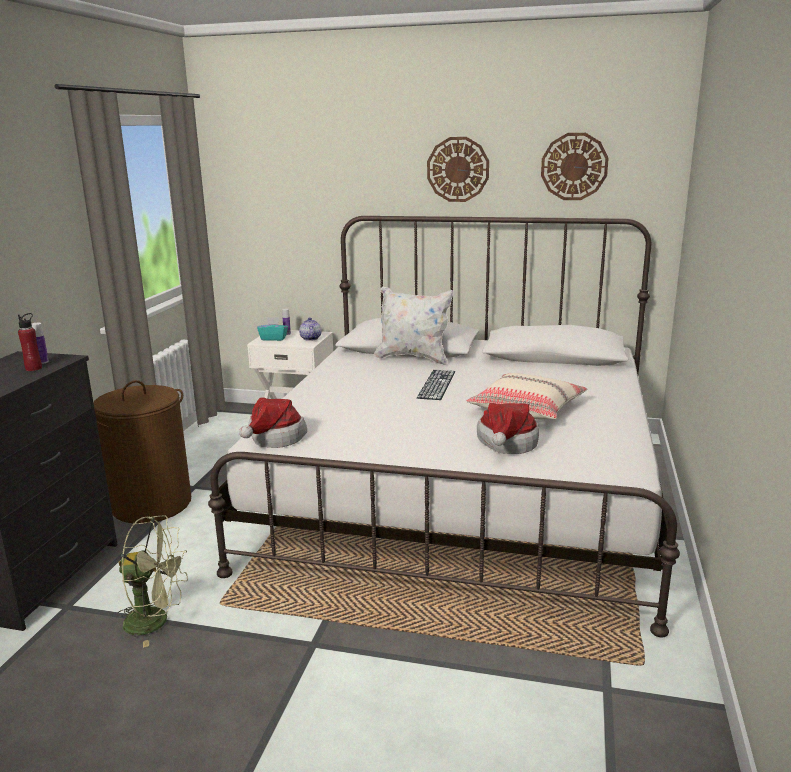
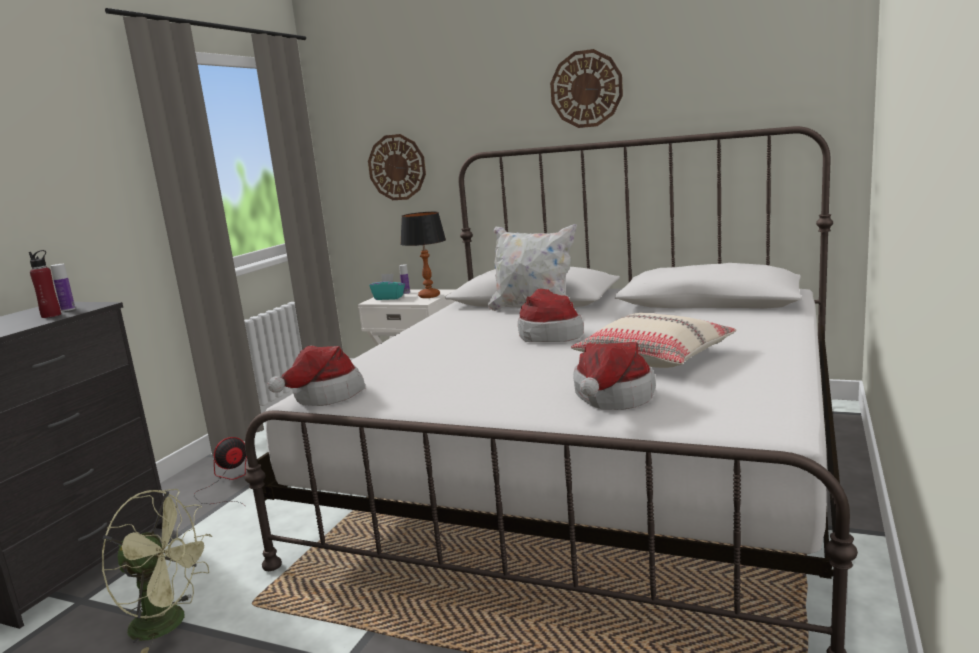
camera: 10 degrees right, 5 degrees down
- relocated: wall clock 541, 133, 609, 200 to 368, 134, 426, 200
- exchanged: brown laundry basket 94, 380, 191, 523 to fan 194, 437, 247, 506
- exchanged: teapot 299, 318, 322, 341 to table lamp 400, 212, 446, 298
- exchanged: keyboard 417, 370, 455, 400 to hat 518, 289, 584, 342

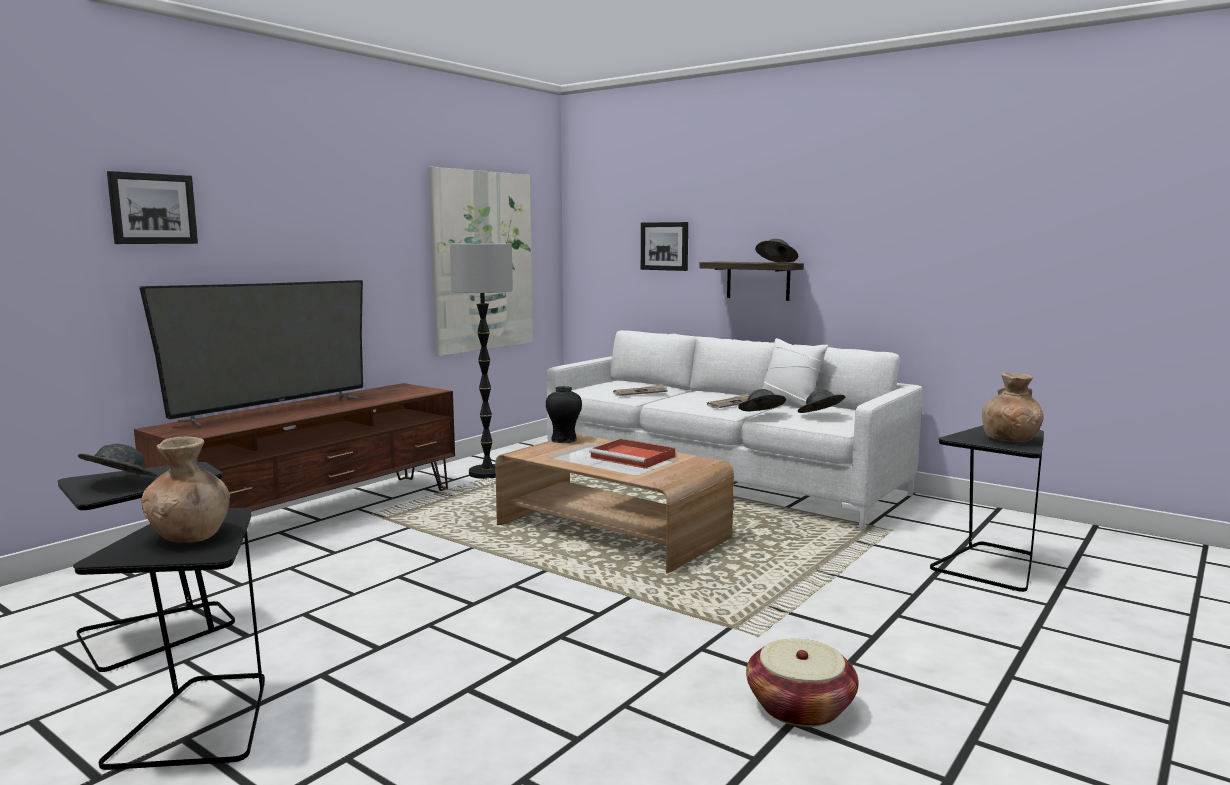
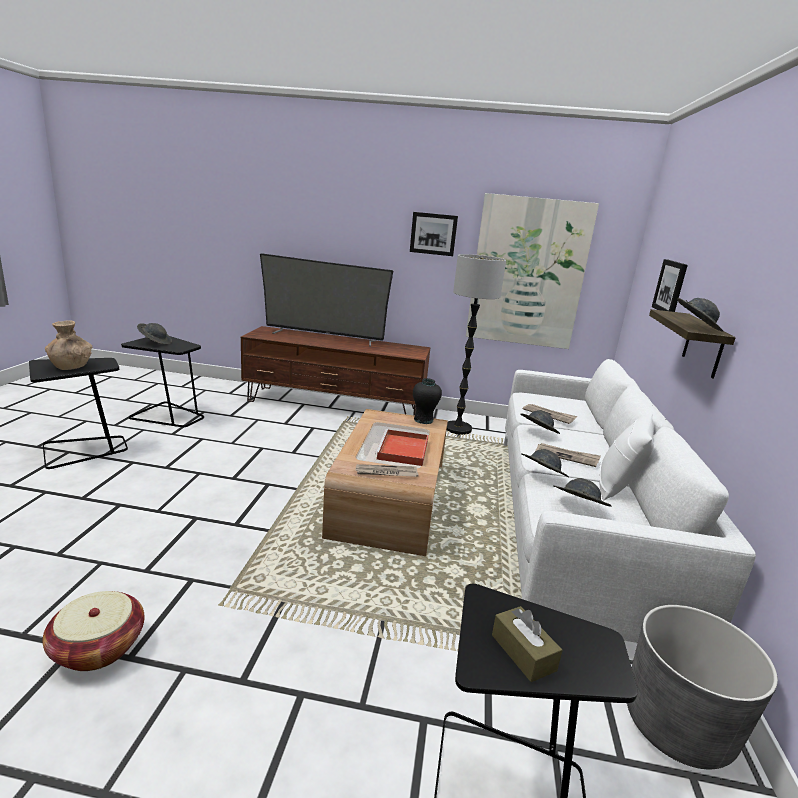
camera: 60 degrees right, 10 degrees up
- appeared: newspaper 355, 464, 418, 477
- appeared: grey hat 520, 410, 560, 434
- appeared: grey planter 627, 605, 778, 769
- relocated: picture 107, 171, 198, 244 to 410, 212, 458, 256
- exchanged: brown vase 982, 373, 1044, 442 to brown tissue box 492, 606, 563, 682

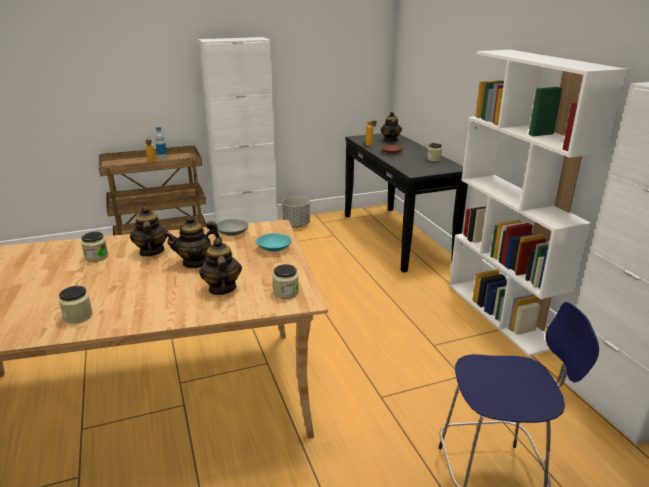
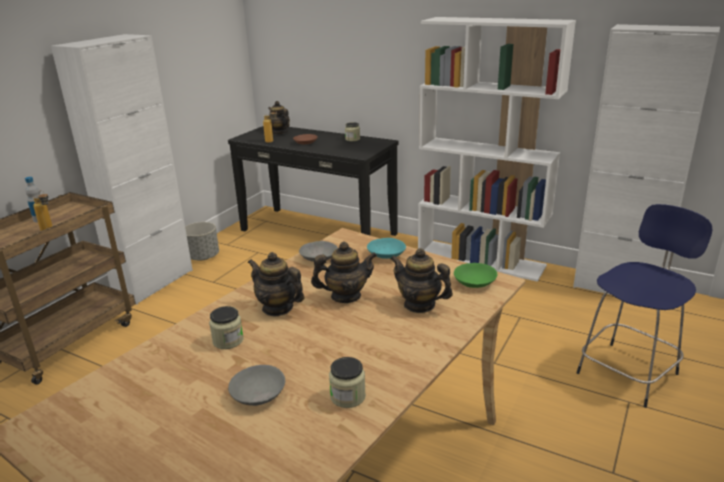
camera: 40 degrees left, 0 degrees up
- appeared: grey bowl 228, 365, 285, 406
- exchanged: jar 273, 264, 299, 299 to green bowl 454, 263, 497, 288
- spun: teapot 163, 216, 222, 268 = 311, 241, 377, 303 135 degrees counterclockwise

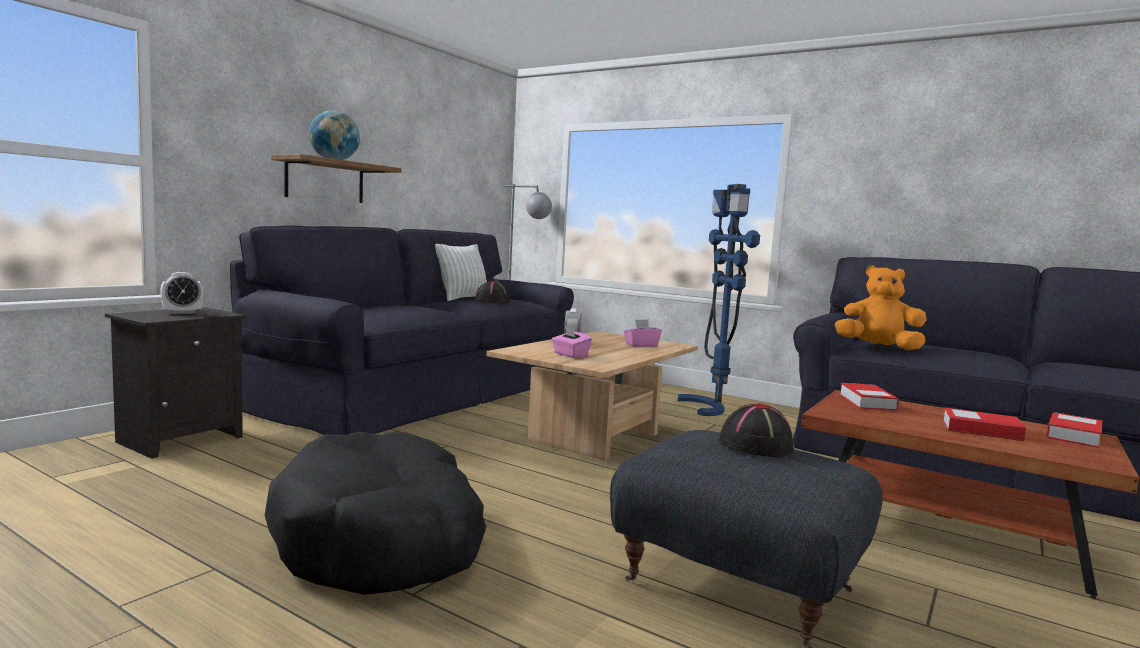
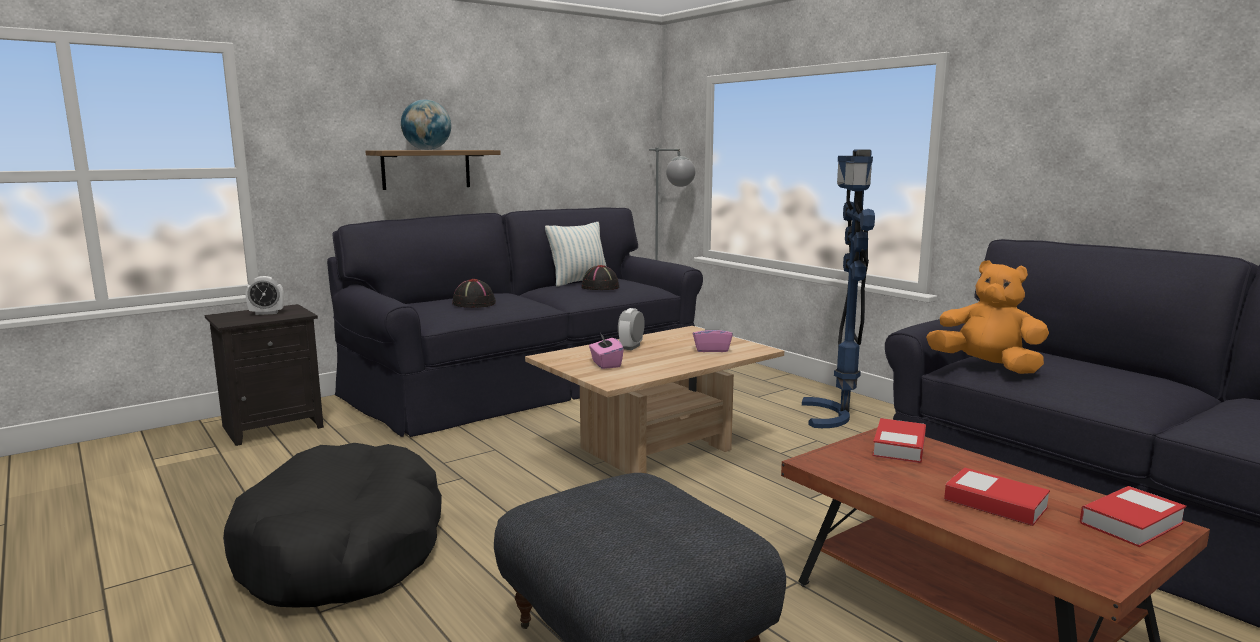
camera: 20 degrees right, 5 degrees up
- relocated: black hat 719, 403, 794, 457 to 452, 279, 496, 308

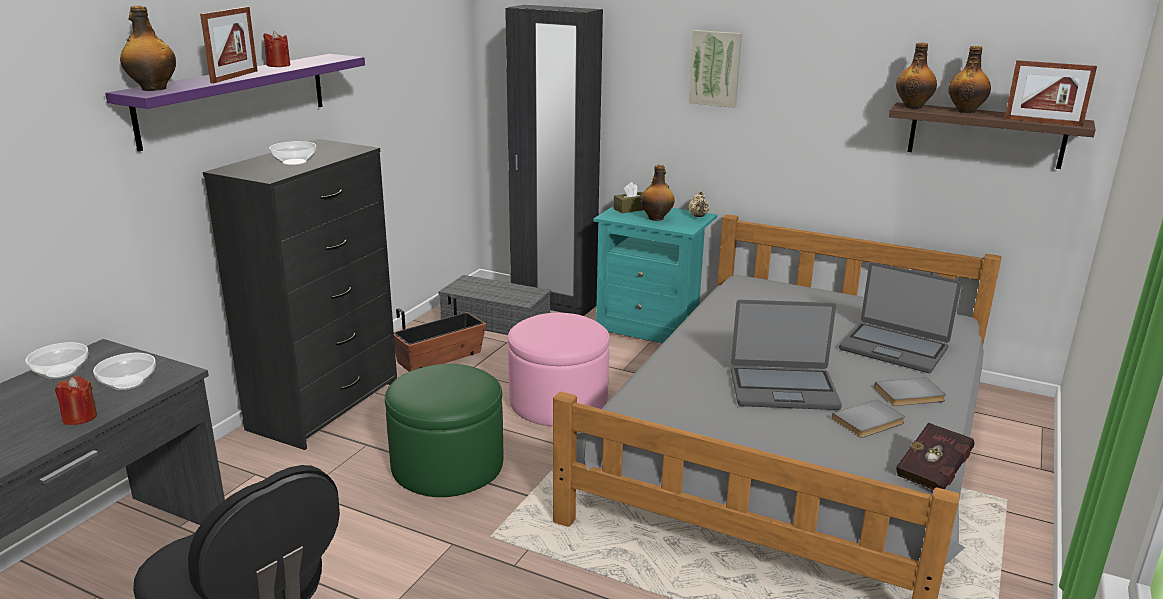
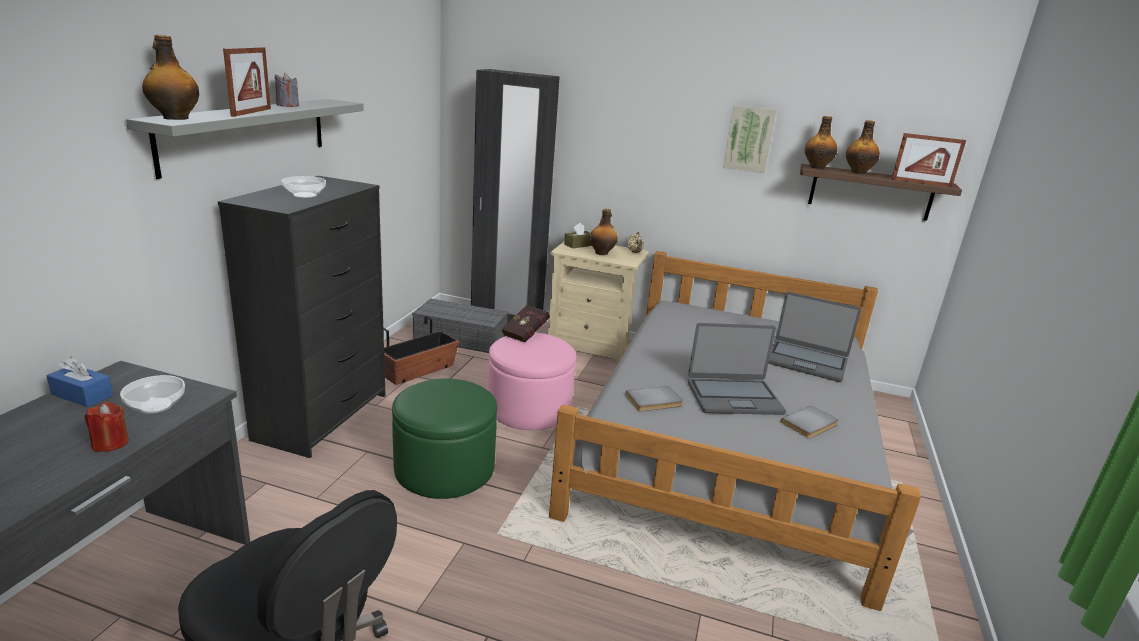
camera: 10 degrees left, 0 degrees up
- relocated: picture 689, 30, 742, 108 to 723, 105, 777, 173
- relocated: grey book 874, 378, 946, 406 to 625, 386, 683, 411
- relocated: red book 896, 423, 975, 490 to 501, 305, 550, 343
- exchanged: bowl 25, 342, 89, 379 to blue tissue box 47, 357, 113, 407
- colour: purple shelf 105, 54, 365, 152 to grey shelf 126, 99, 364, 179
- colour: red candle 263, 31, 290, 67 to grey candle 275, 73, 299, 107
- colour: turquoise nightstand 594, 206, 717, 343 to beige nightstand 548, 242, 649, 363

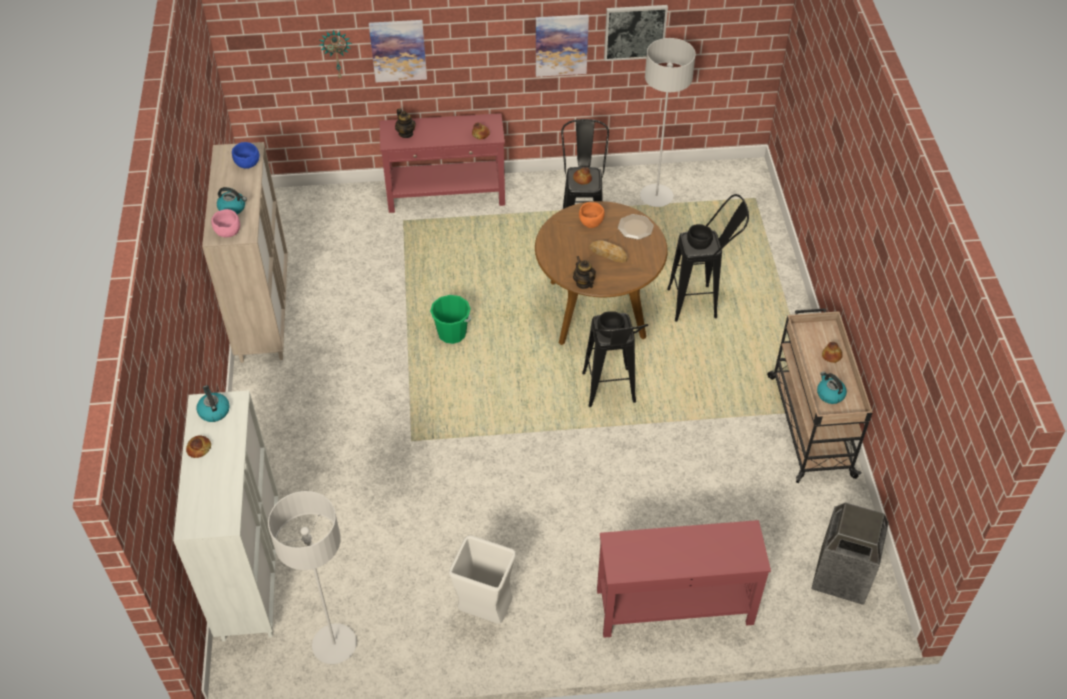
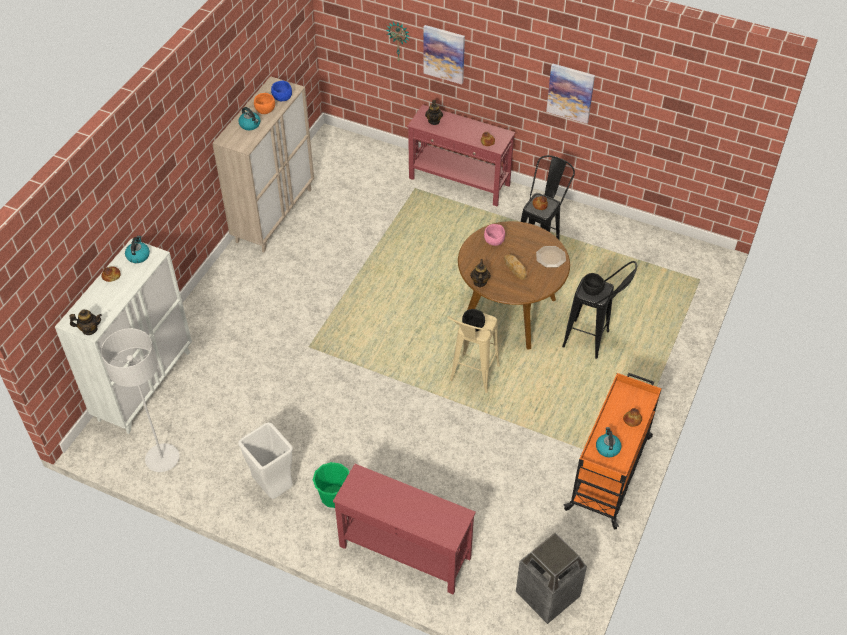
camera: 30 degrees right, 0 degrees up
- missing: picture 604, 5, 668, 61
- missing: grey floor lamp 640, 38, 696, 207
- appeared: teapot 69, 310, 102, 335
- relocated: pink bowl 211, 209, 240, 237 to 484, 224, 505, 246
- relocated: green bucket 430, 295, 471, 344 to 313, 462, 350, 508
- relocated: orange bowl 579, 202, 605, 228 to 254, 93, 275, 114
- colour: black stool 582, 313, 648, 407 to beige stool 447, 313, 500, 393
- colour: beige cart 767, 308, 873, 483 to orange cart 563, 373, 662, 530

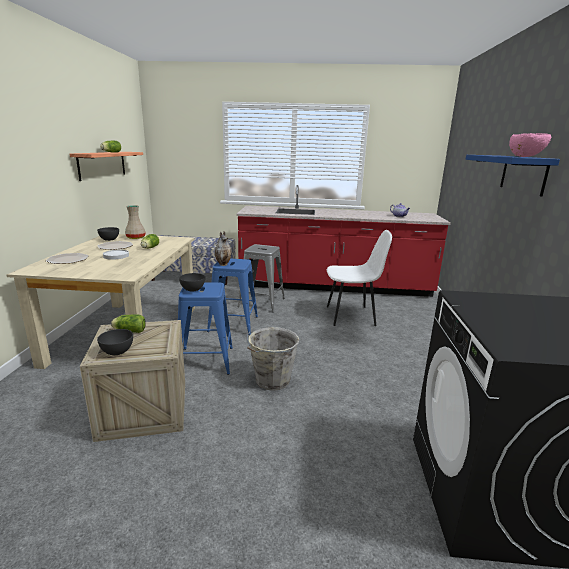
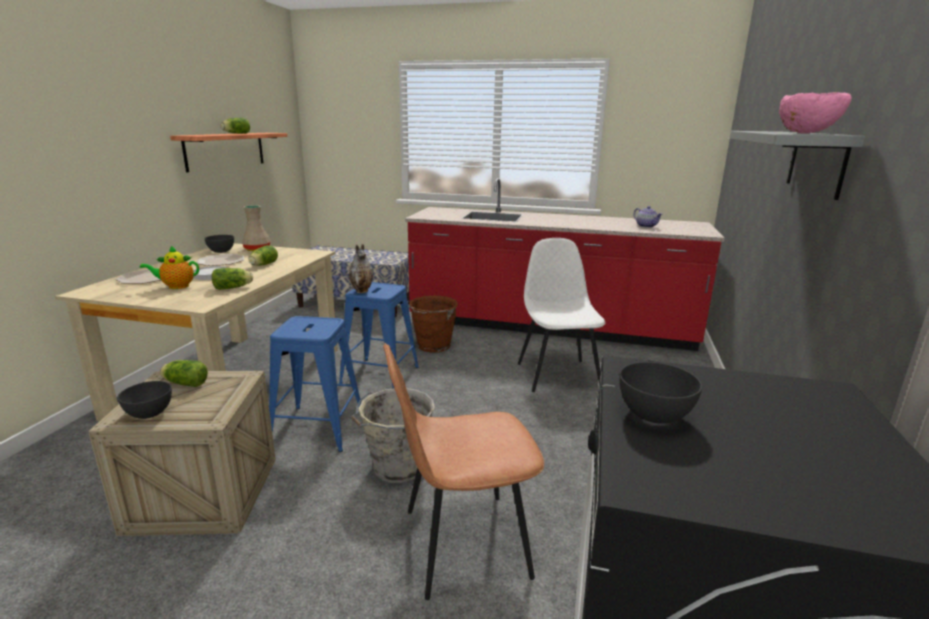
camera: 10 degrees right, 0 degrees up
- appeared: teapot 140, 245, 199, 289
- appeared: lettuce 212, 268, 253, 290
- appeared: brown chair 383, 343, 544, 600
- relocated: grey bowl 179, 273, 205, 292 to 619, 362, 702, 424
- exchanged: grey stool 237, 244, 285, 312 to brown bucket 408, 295, 458, 352
- colour: blue shelf 466, 155, 560, 197 to grey shelf 729, 131, 865, 200
- spun: white chair 327, 230, 392, 326 = 518, 238, 605, 392 105 degrees counterclockwise

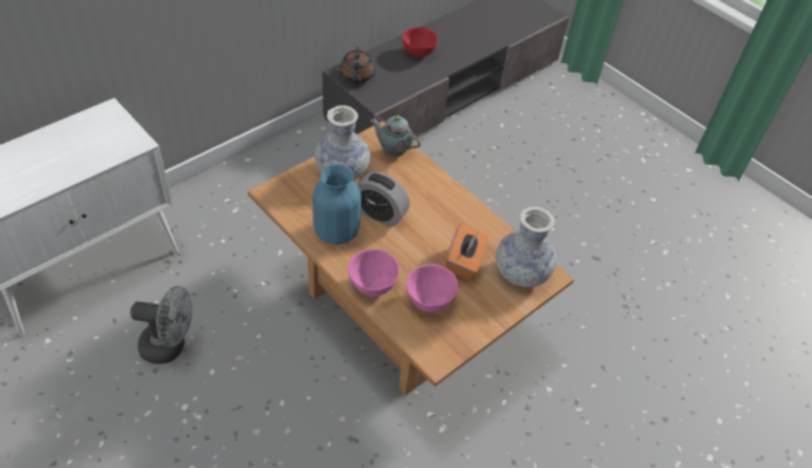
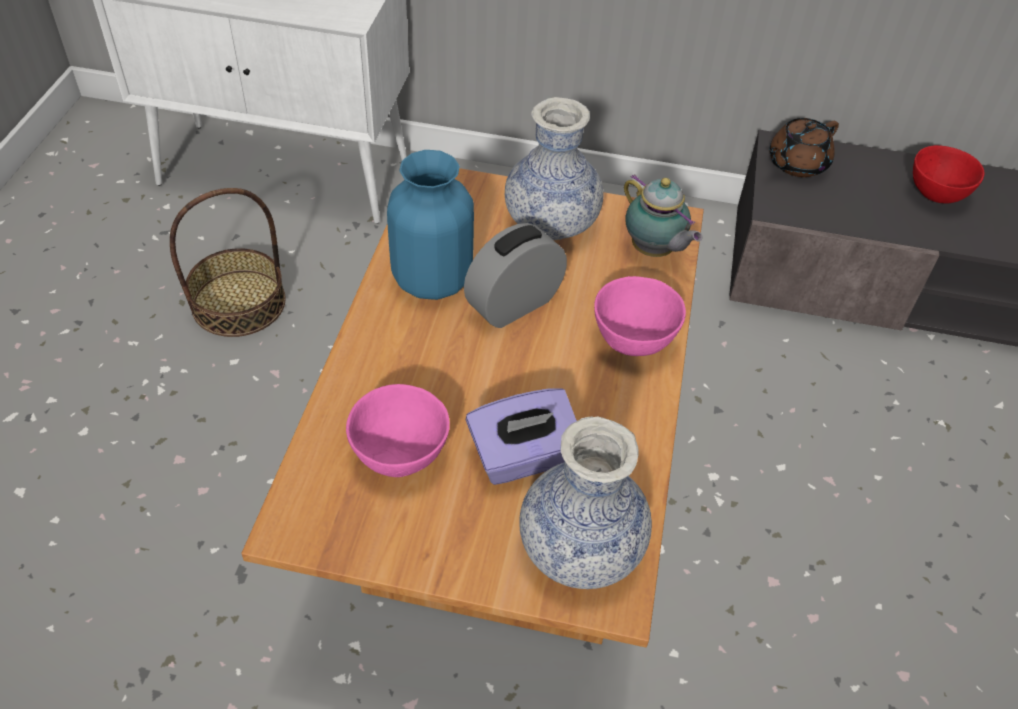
camera: 55 degrees right, 0 degrees up
- relocated: pink bowl 348, 249, 399, 296 to 594, 276, 686, 356
- exchanged: grey fan 130, 286, 192, 364 to basket 170, 188, 286, 337
- colour: orange tissue box 446, 223, 488, 280 to purple tissue box 466, 388, 577, 485
- spun: alarm clock 357, 172, 410, 227 = 464, 223, 567, 328 60 degrees clockwise
- spun: teapot 370, 115, 421, 157 = 624, 174, 702, 257 150 degrees clockwise

